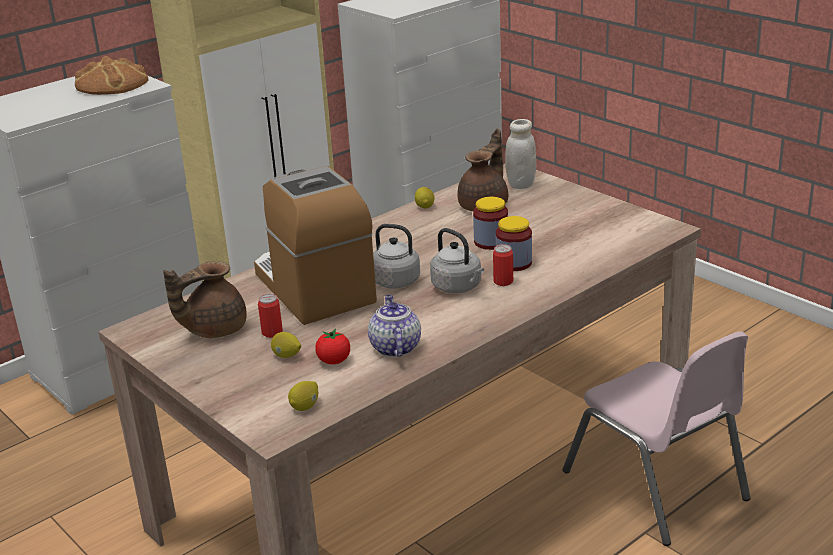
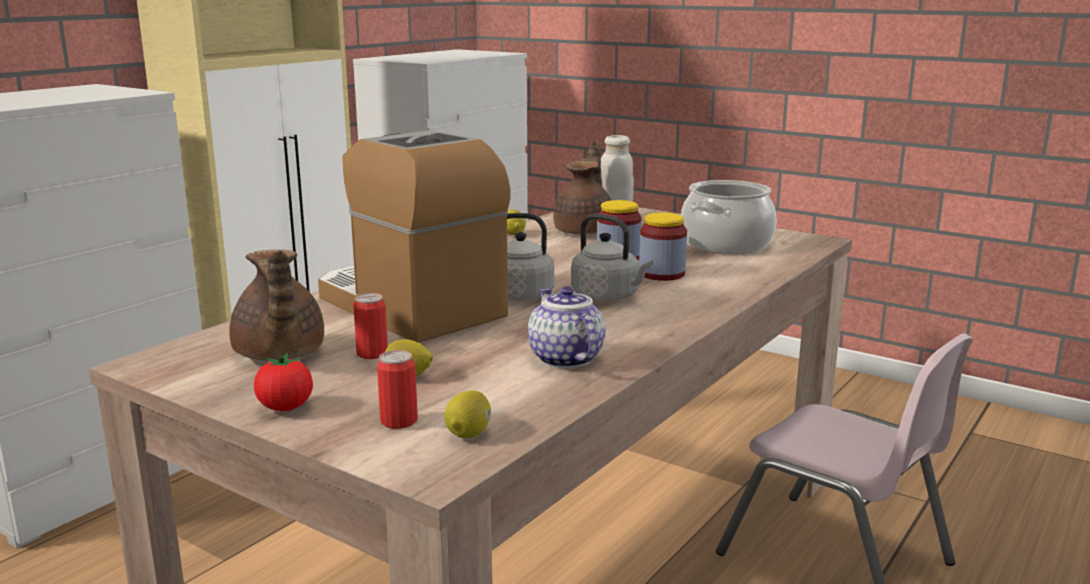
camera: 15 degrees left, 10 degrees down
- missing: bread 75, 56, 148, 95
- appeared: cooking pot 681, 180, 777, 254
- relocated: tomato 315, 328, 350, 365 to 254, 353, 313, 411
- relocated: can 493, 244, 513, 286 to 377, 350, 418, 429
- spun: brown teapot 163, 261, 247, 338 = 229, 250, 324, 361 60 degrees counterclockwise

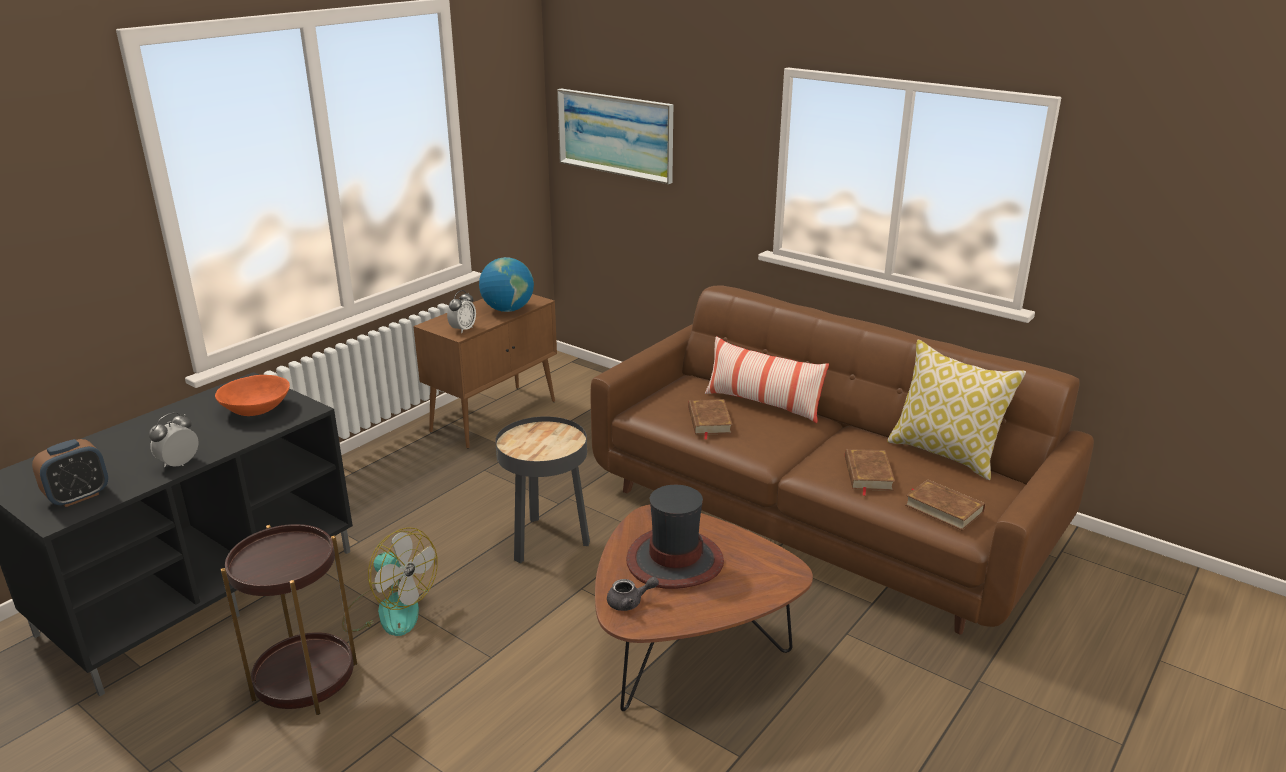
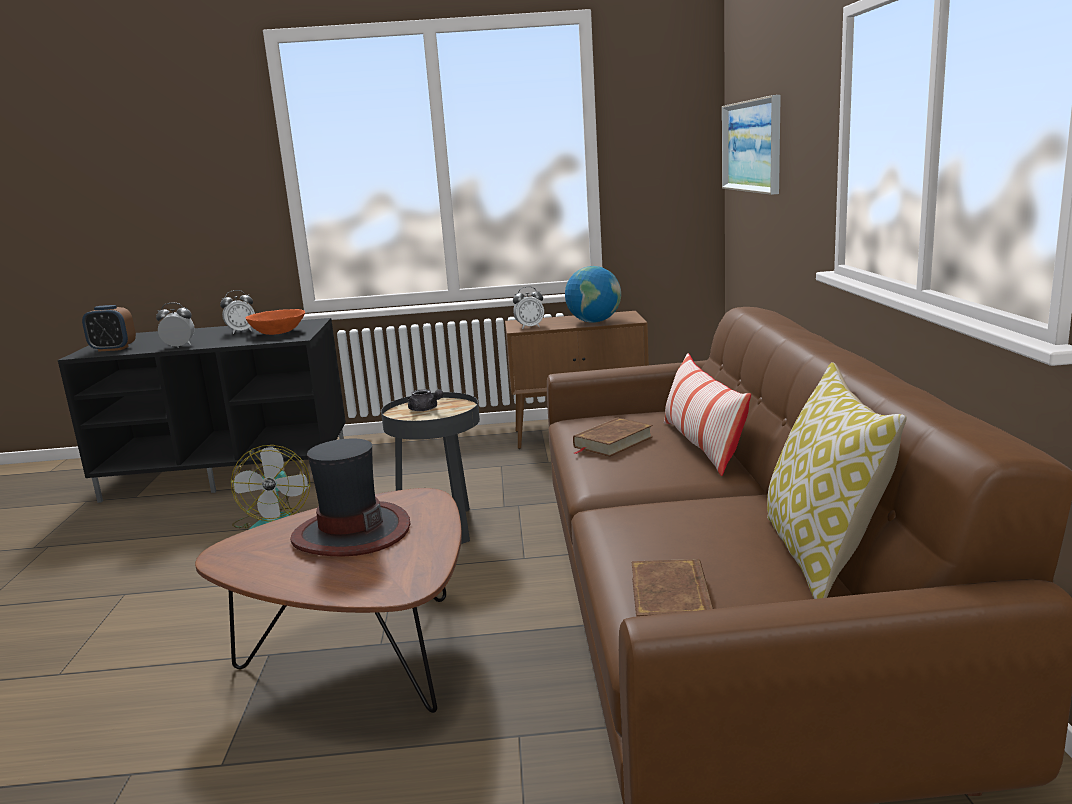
camera: 50 degrees right, 10 degrees down
- missing: brown side table 221, 524, 357, 715
- missing: brown book 845, 449, 895, 496
- appeared: alarm clock 220, 290, 255, 334
- relocated: grey teapot 607, 577, 659, 611 to 407, 389, 443, 411

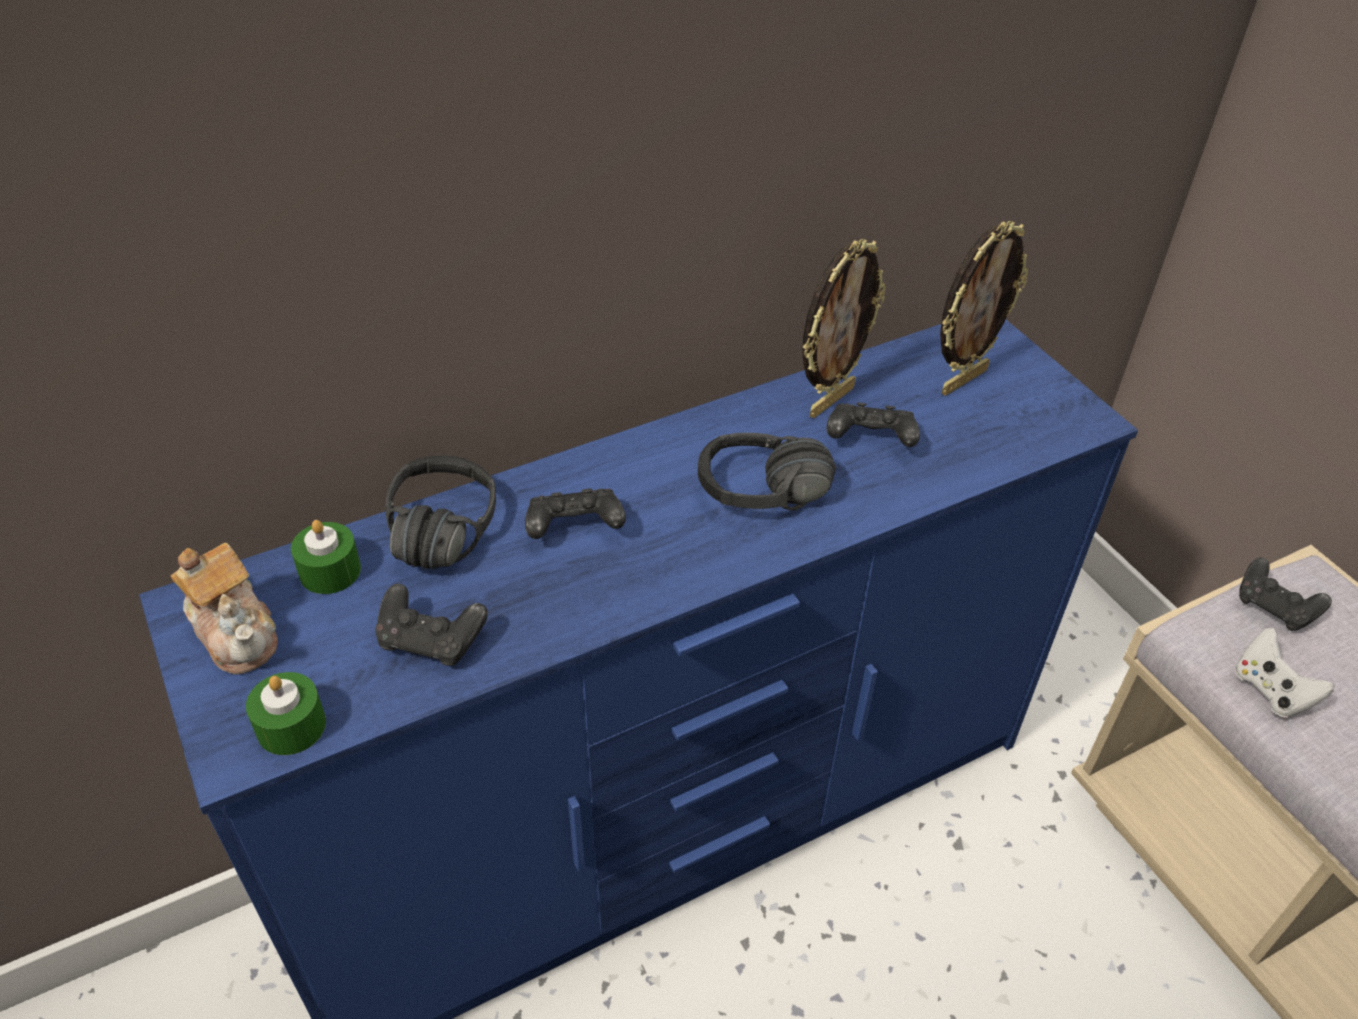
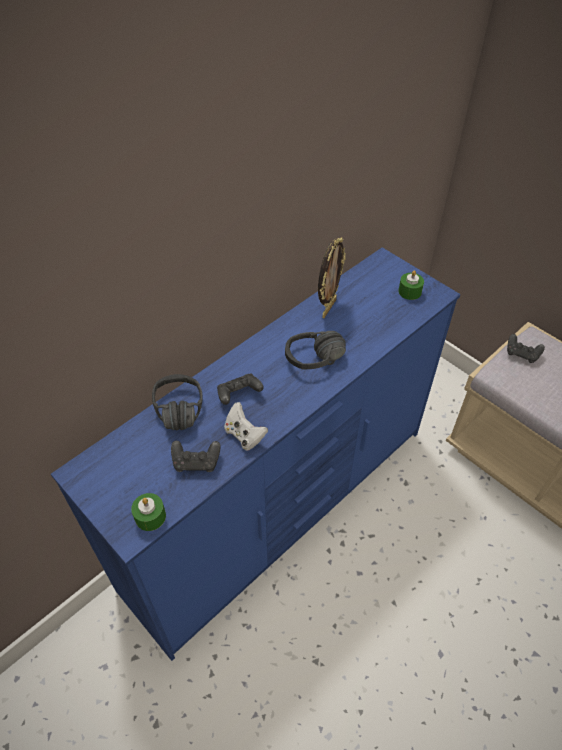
camera: 15 degrees left, 5 degrees up
- missing: teapot 171, 543, 278, 675
- missing: black game controller 826, 402, 920, 447
- missing: picture frame 940, 221, 1028, 396
- relocated: green candle 291, 520, 361, 594 to 398, 270, 424, 300
- relocated: white game controller 1235, 628, 1334, 718 to 224, 402, 268, 450

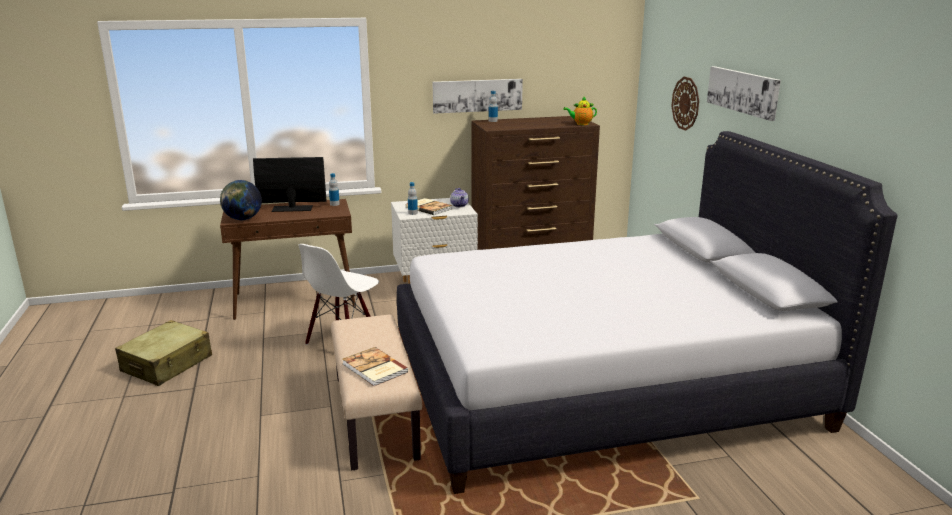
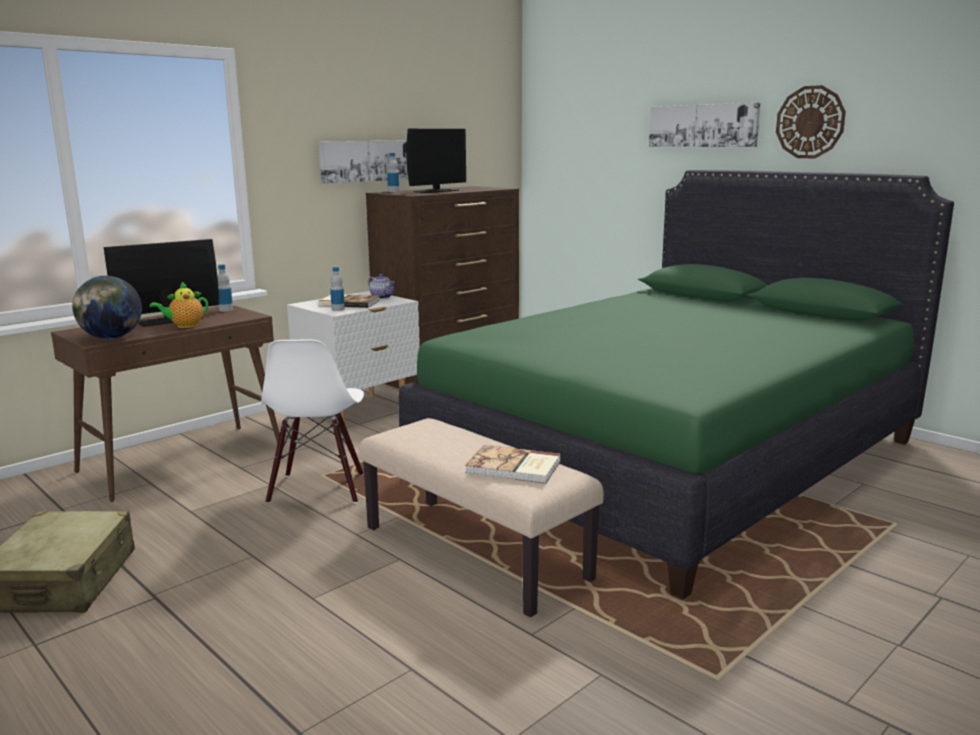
camera: 30 degrees left, 5 degrees down
- appeared: monitor 406, 129, 466, 193
- relocated: teapot 563, 97, 597, 125 to 150, 281, 208, 328
- relocated: wall clock 671, 77, 699, 131 to 776, 85, 846, 158
- colour: white bed 397, 131, 898, 494 to green bed 399, 170, 954, 599

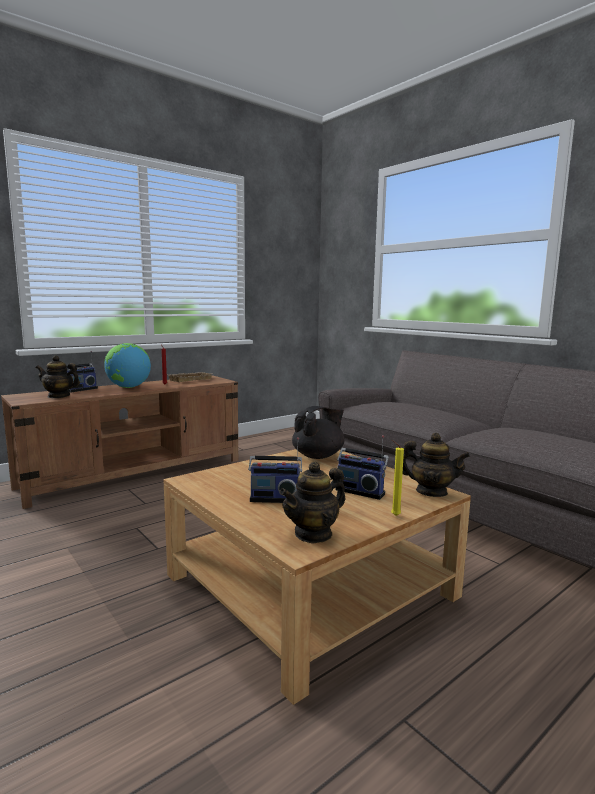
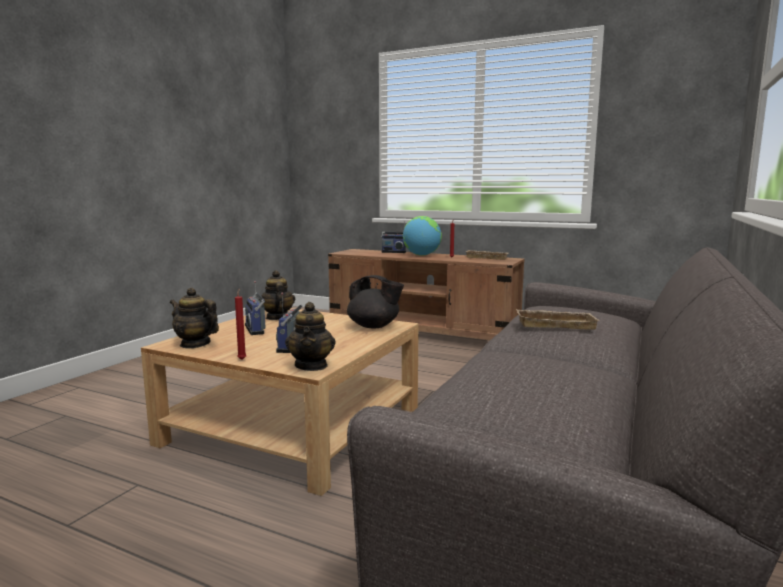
camera: 65 degrees right, 0 degrees up
- appeared: beige tray 516, 309, 600, 330
- relocated: teapot 36, 356, 80, 398 to 259, 270, 295, 320
- colour: yellow candle 391, 440, 404, 516 to red candle 235, 289, 246, 360

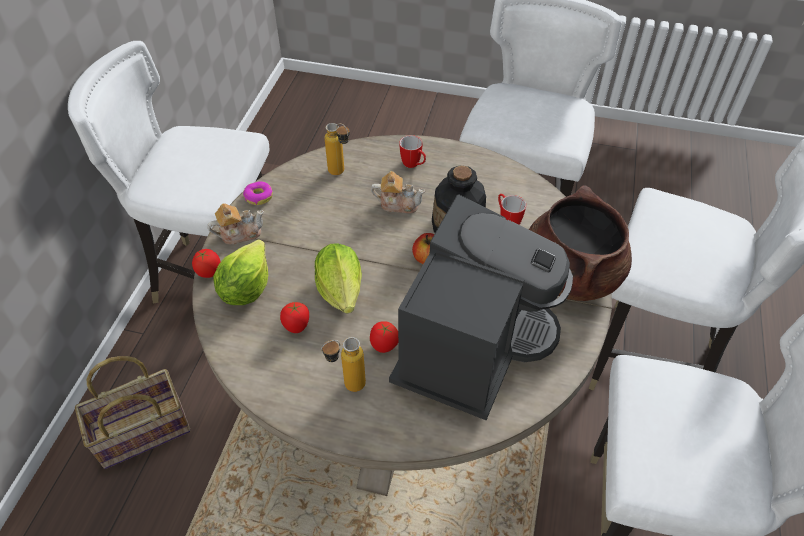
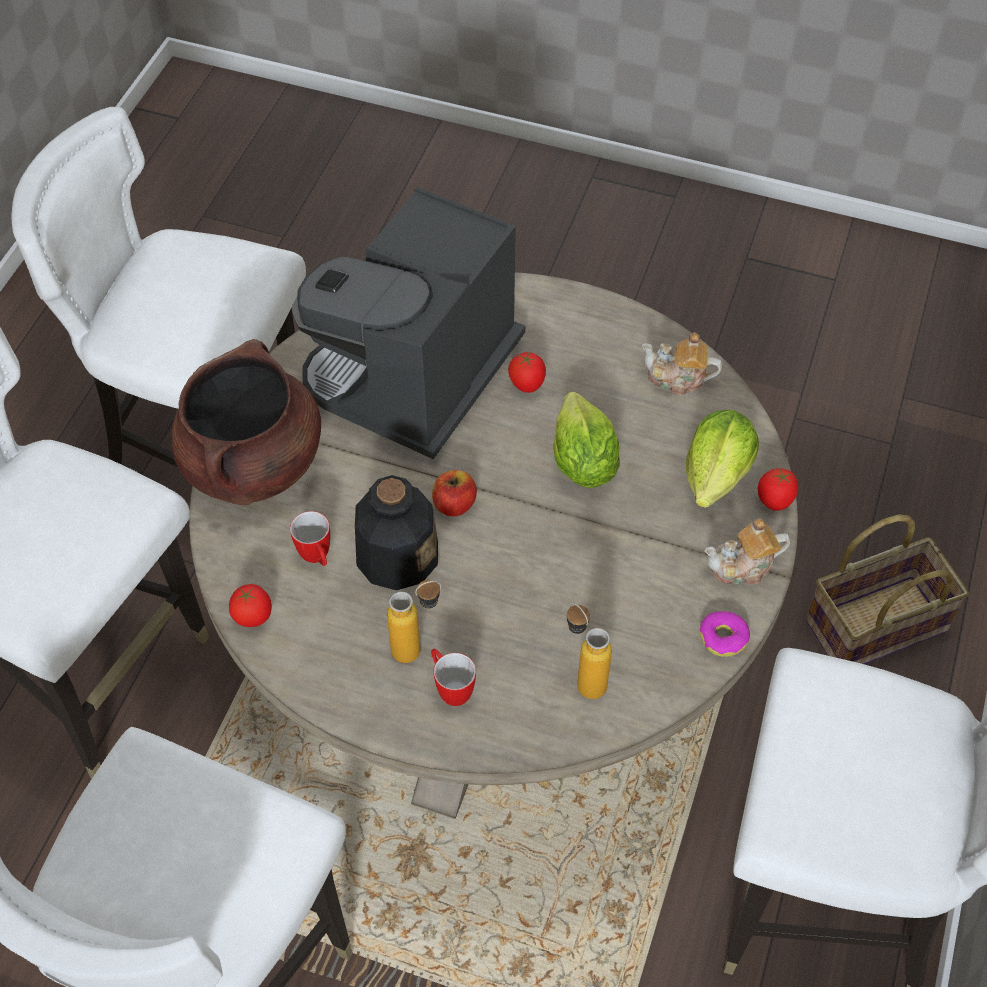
camera: 175 degrees left, 5 degrees up
- relocated: tomato 280, 302, 309, 333 to 229, 584, 272, 627
- relocated: bottle 321, 337, 366, 392 to 387, 580, 441, 663
- relocated: teapot 371, 171, 425, 214 to 642, 332, 722, 396

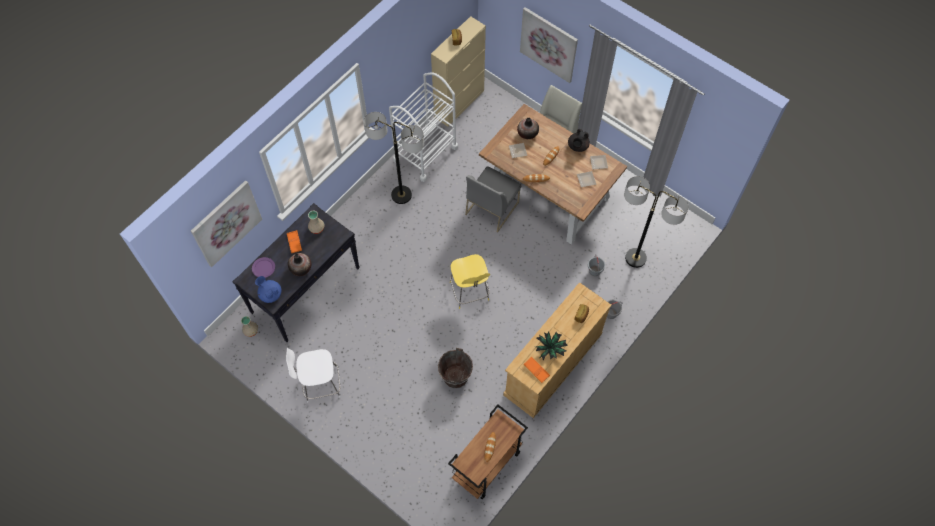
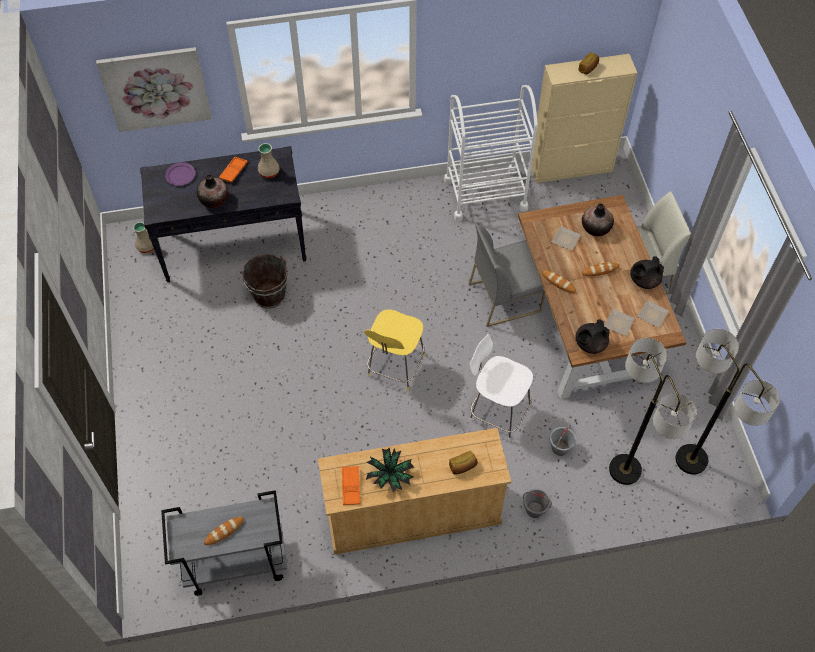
camera: 40 degrees right, 5 degrees down
- missing: blue teapot 255, 276, 281, 303
- missing: picture 520, 7, 578, 83
- appeared: black teapot 575, 319, 610, 354
- relocated: white stool 286, 348, 341, 403 to 469, 334, 533, 441
- relocated: floor lamp 364, 112, 424, 204 to 675, 329, 780, 475
- relocated: brown bucket 438, 348, 473, 389 to 242, 254, 288, 308
- colour: brown cart 448, 405, 528, 499 to grey cart 161, 490, 287, 596

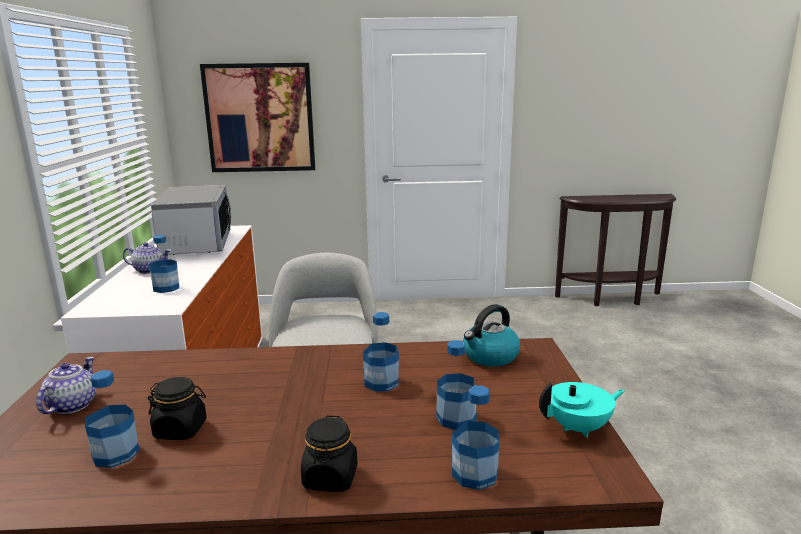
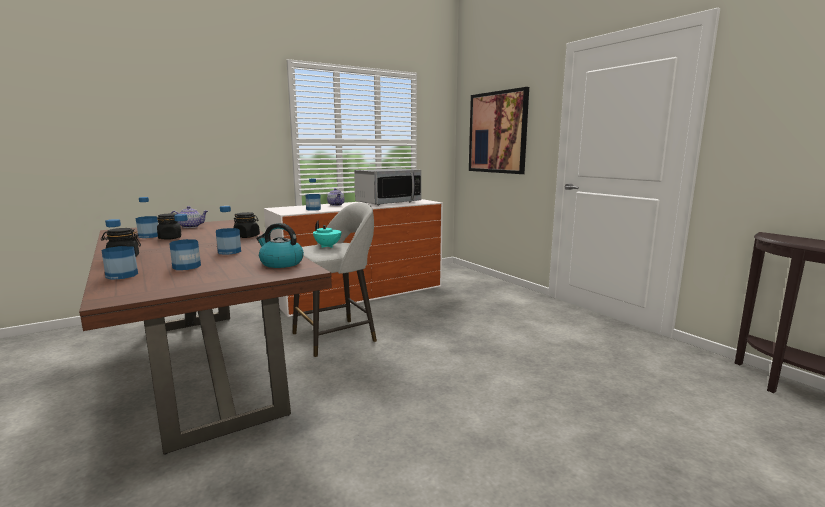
camera: 60 degrees right, 5 degrees down
- appeared: black jar 233, 212, 260, 238
- relocated: turquoise teapot 539, 382, 625, 438 to 313, 220, 341, 248

